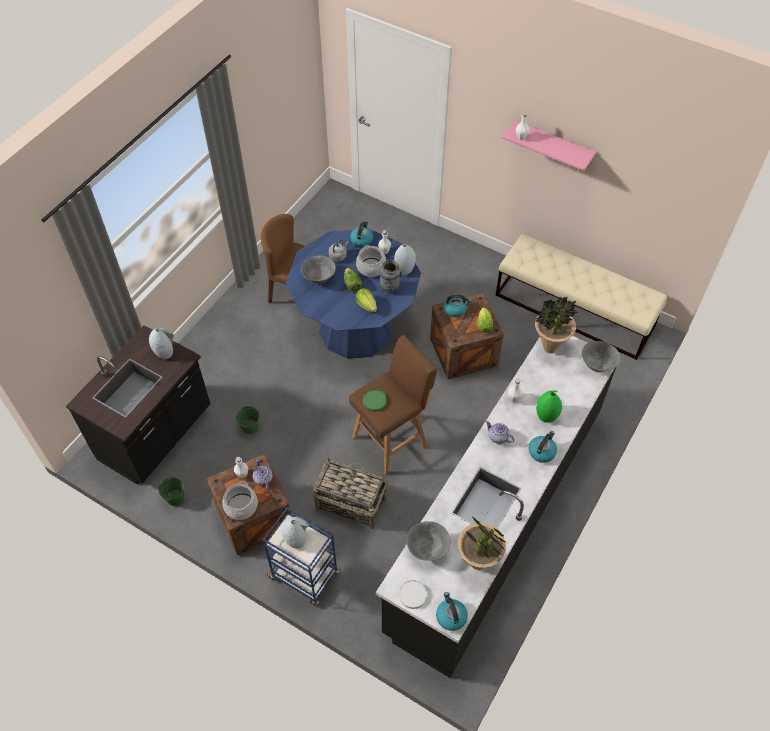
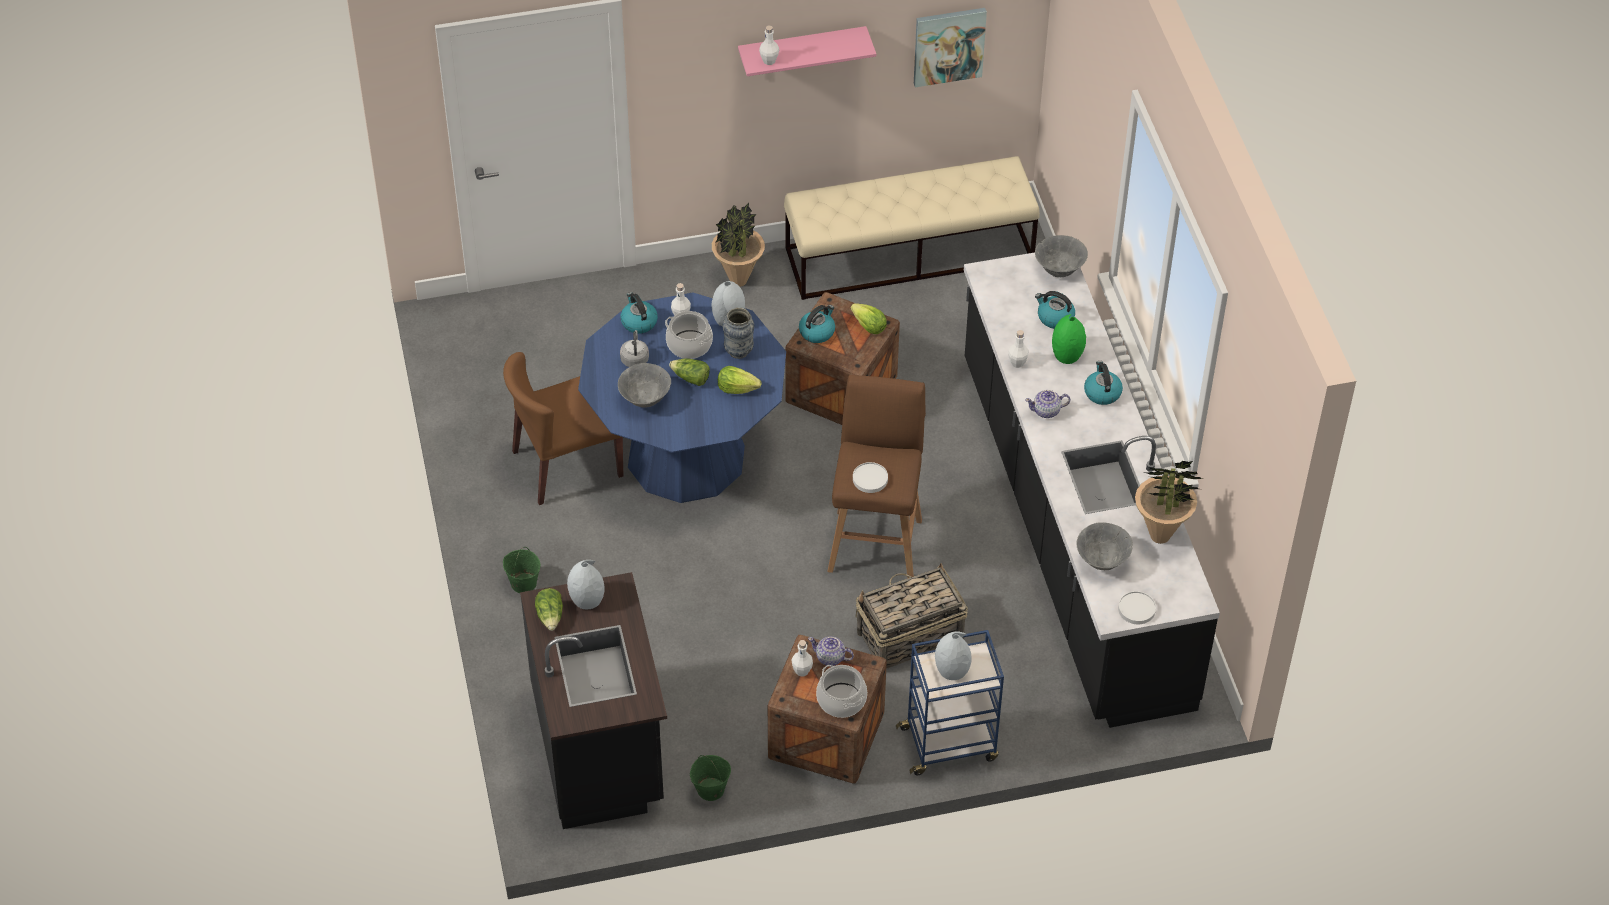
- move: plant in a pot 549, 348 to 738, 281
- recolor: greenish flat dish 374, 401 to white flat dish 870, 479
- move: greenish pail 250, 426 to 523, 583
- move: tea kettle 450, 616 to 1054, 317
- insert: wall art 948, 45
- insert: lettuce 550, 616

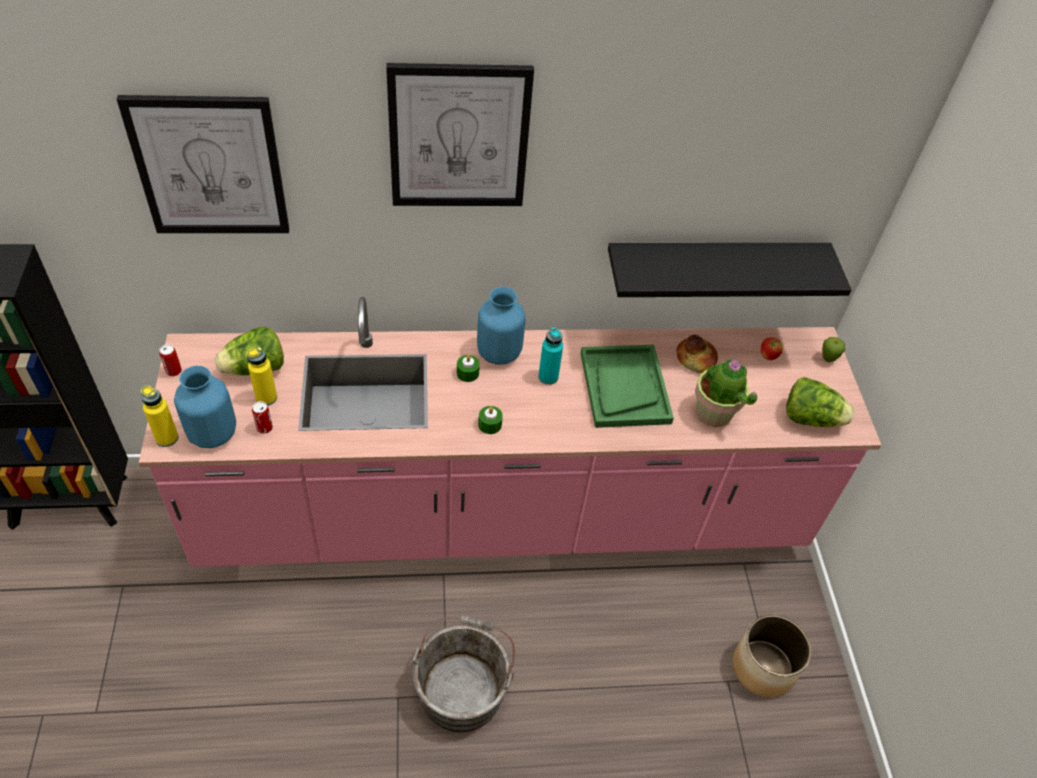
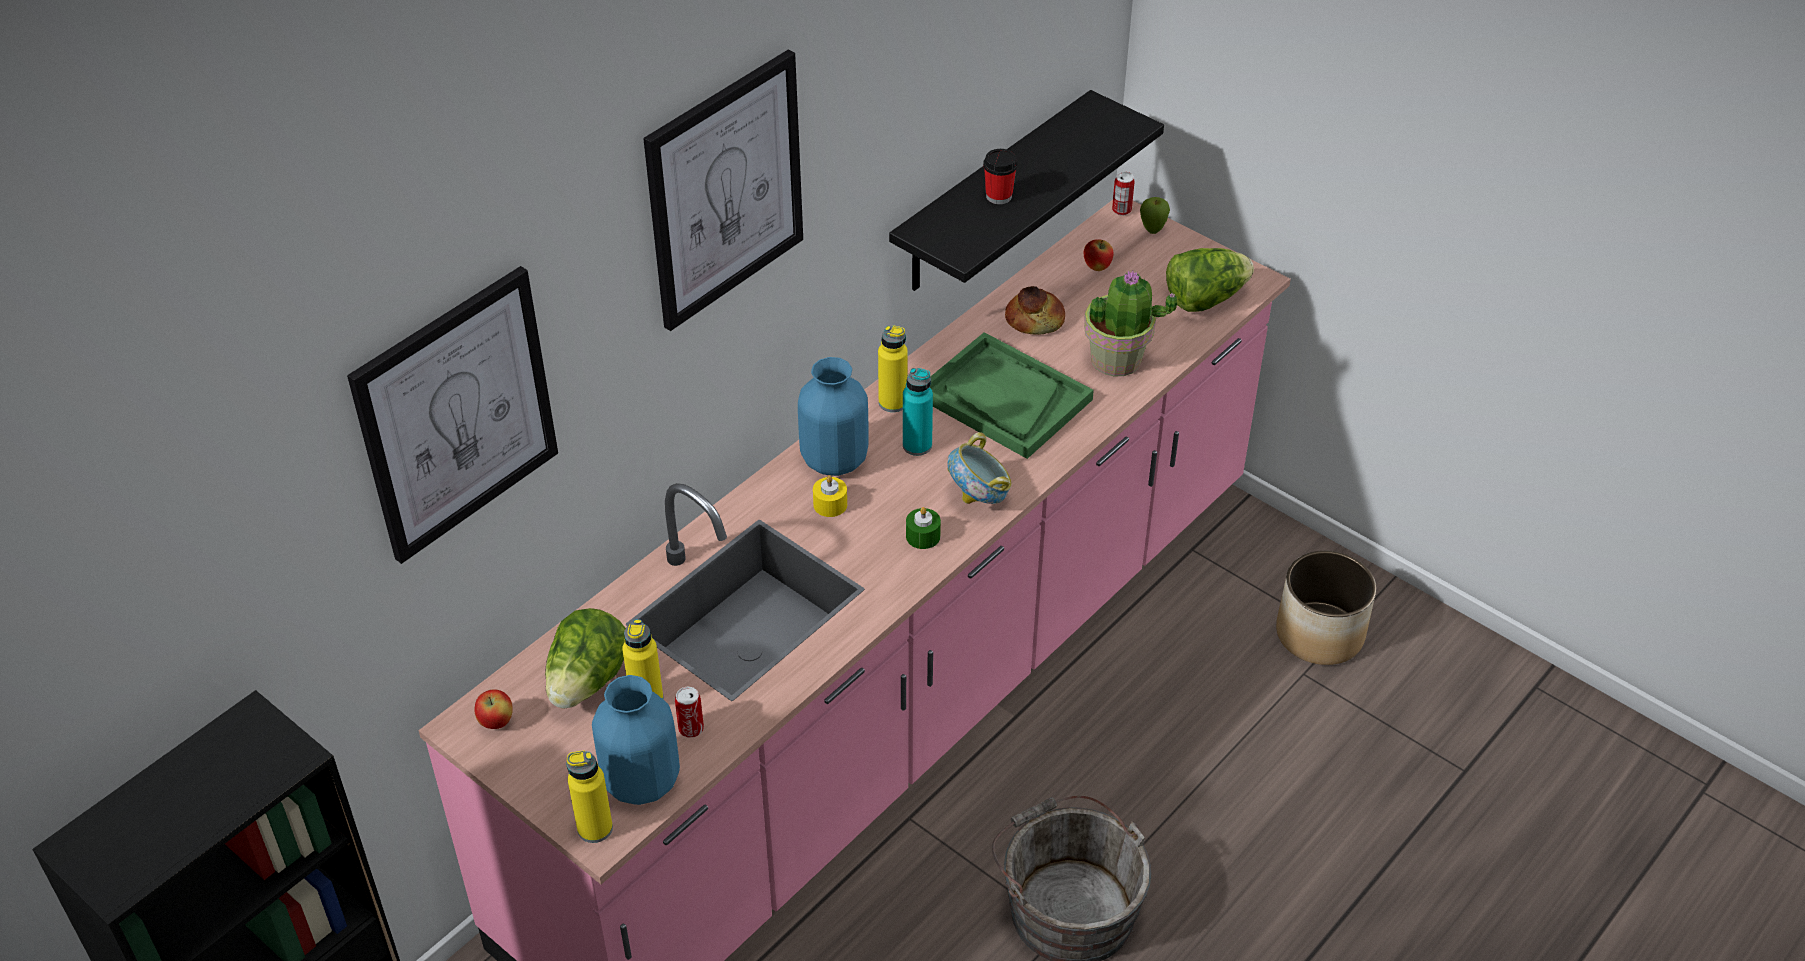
- move: sealed can 174, 371 to 1121, 210
- recolor: greenish candle 467, 373 to yellow candle 830, 504
- insert: drinking cup 999, 196
- insert: yellow bottle 893, 402
- insert: bowl 979, 497
- insert: apple fruit 496, 722

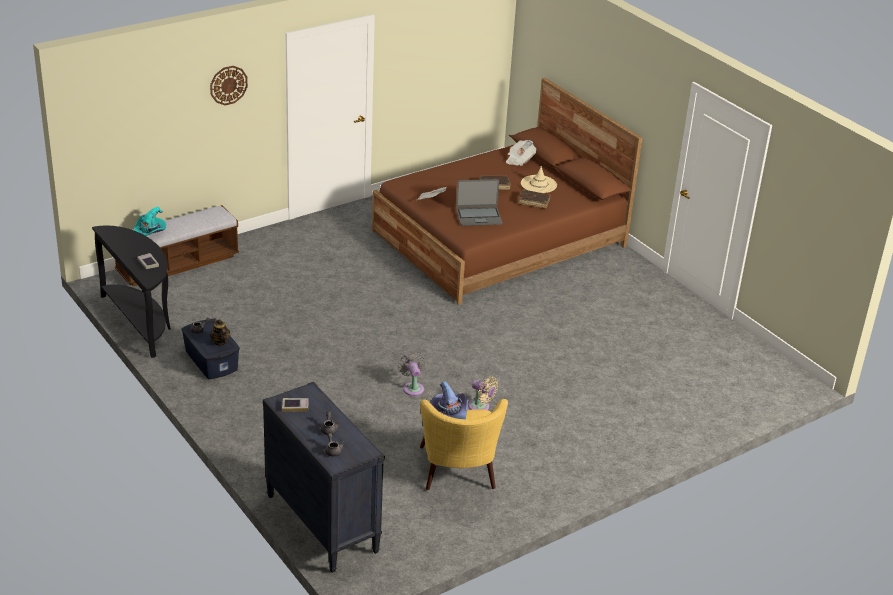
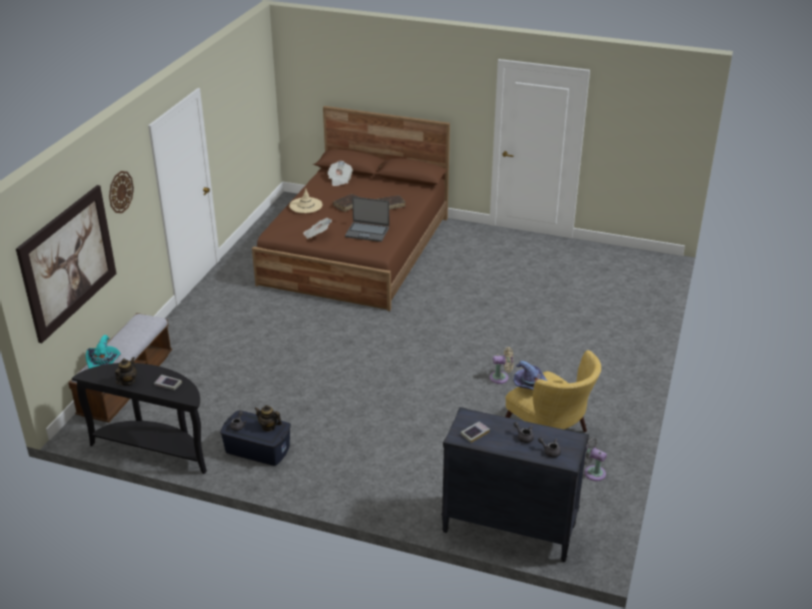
- move: beige-coloured clothing hat 538, 184 to 305, 205
- rotate: notebook computer 478, 217 = 367, 232 60 degrees clockwise
- move: gray electric fan 412, 387 to 592, 472
- insert: wall art 68, 262
- insert: teapot 127, 382

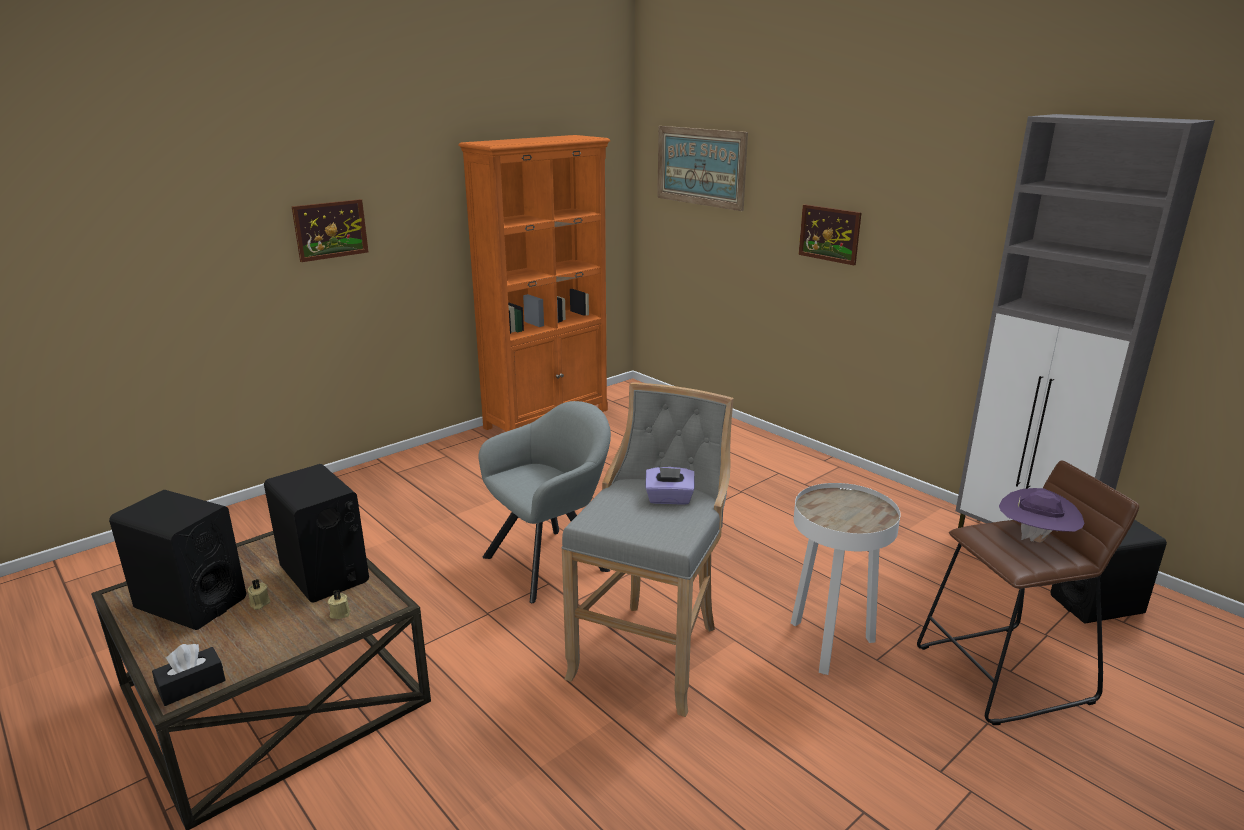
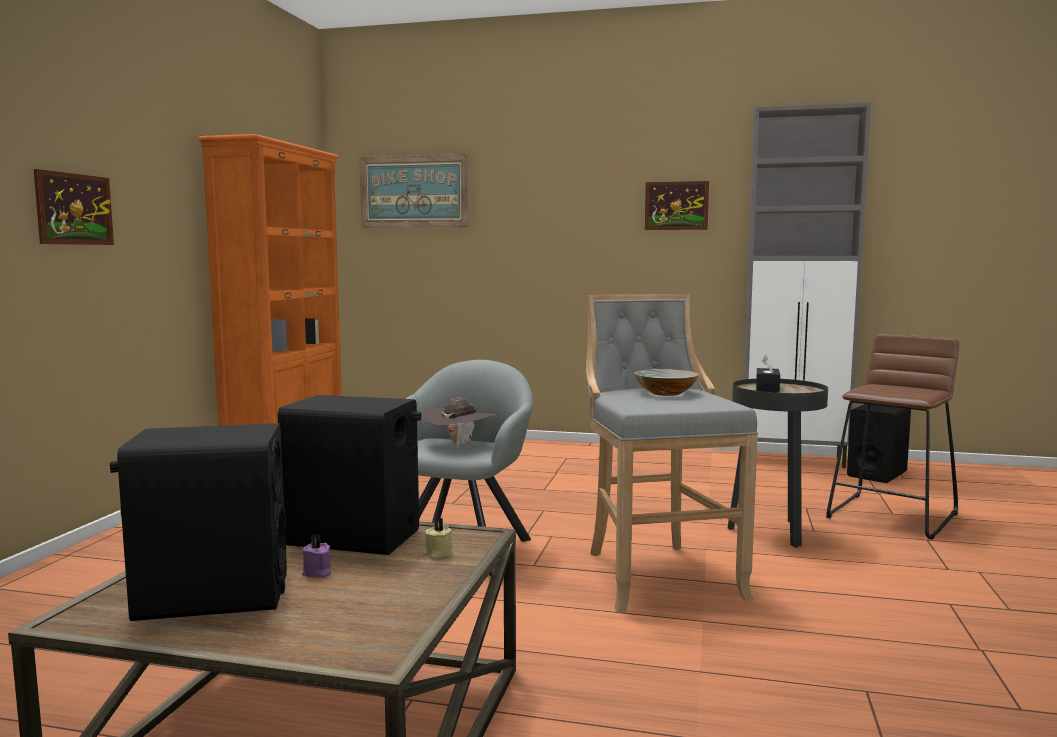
- move: wall art 829, 234 to 676, 205
- replace: purplish box of tissues 669, 499 to bowl 666, 393
- recolor: white accent table 829, 646 to black accent table 773, 533
- delete: purplish clothing hat 1035, 539
- recolor: beige-coloured candle 259, 603 to purplish candle 317, 573
- move: black box of tissues 191, 685 to 767, 388
- insert: brownish clothing hat 459, 444

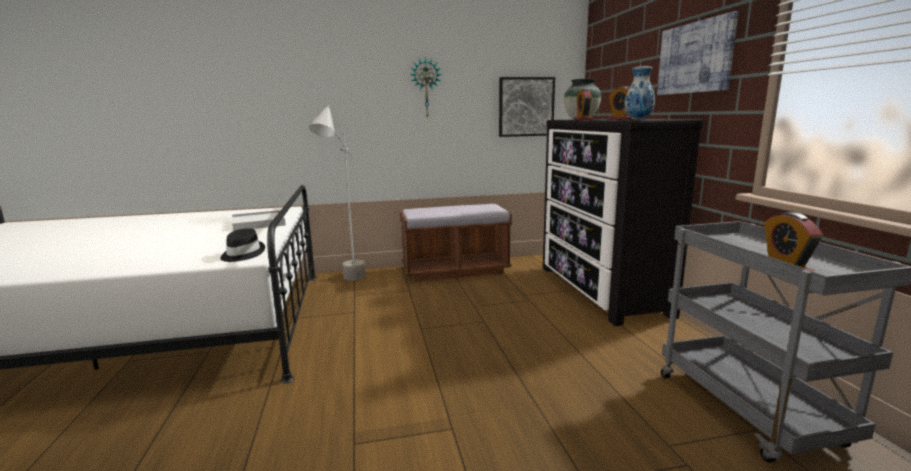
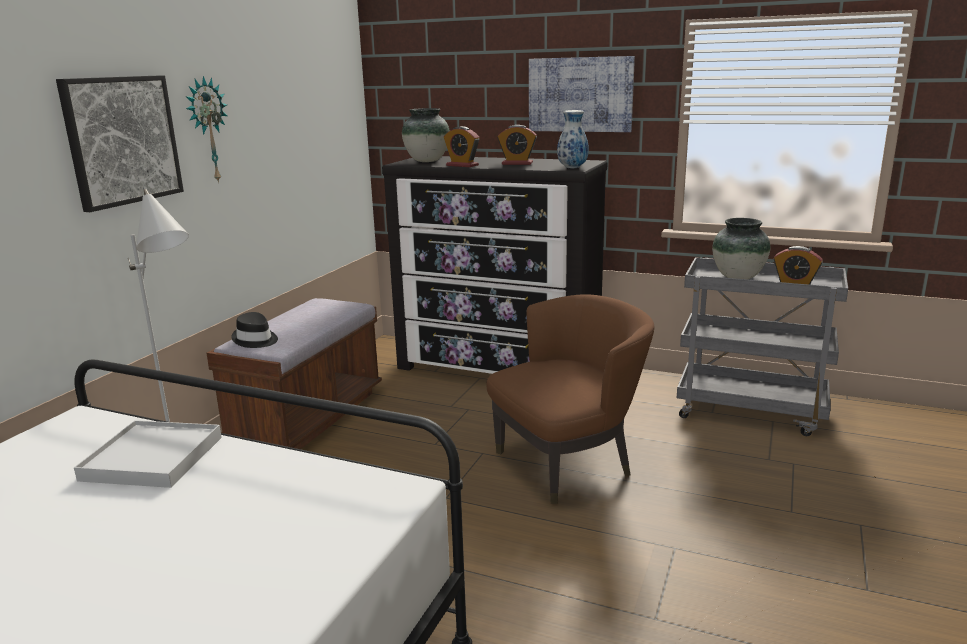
- move: wall art 526, 107 to 122, 140
- move: black clothing hat 242, 254 to 255, 340
- insert: decorative vase 738, 277
- insert: brownish armchair 568, 463

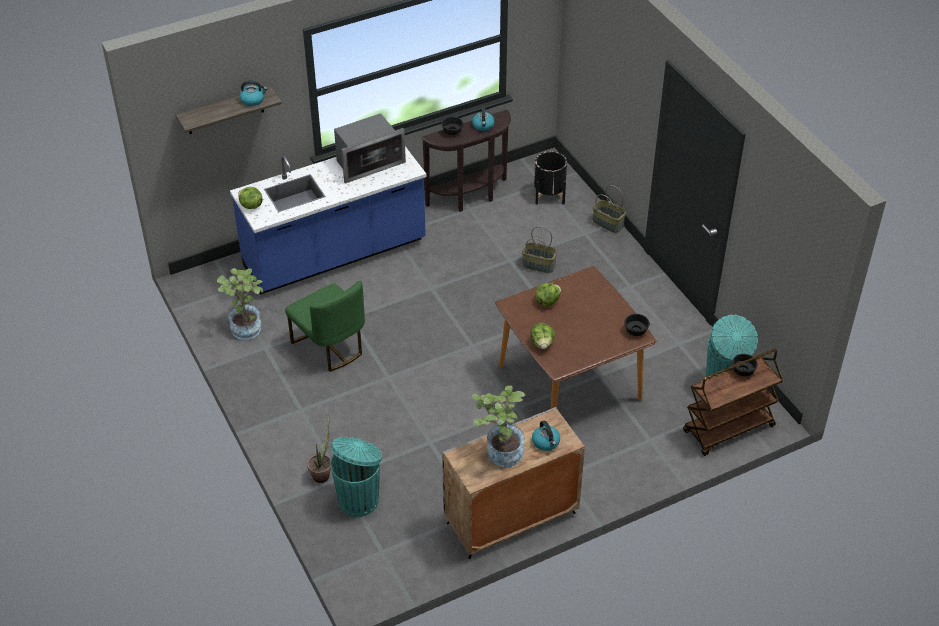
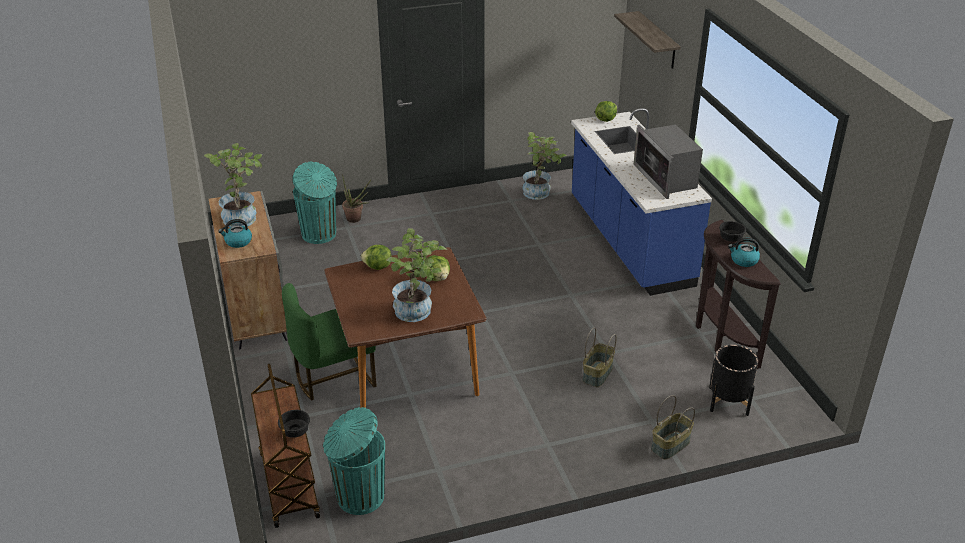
- delete: tea kettle 253, 100
- move: greenish chair 330, 347 to 333, 377
- delete: black bowl 635, 331
- insert: plant in a pot 418, 312

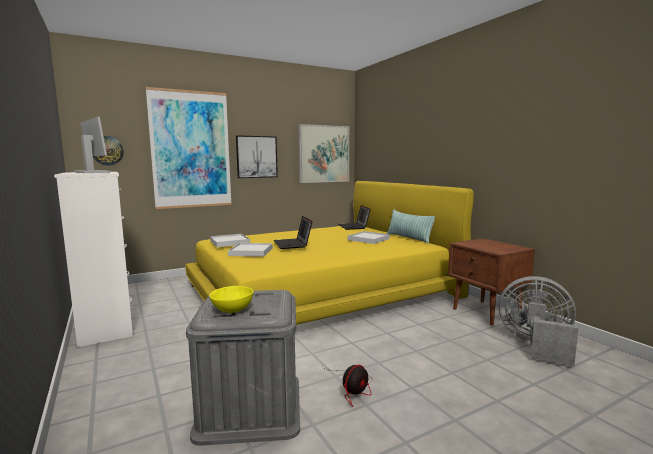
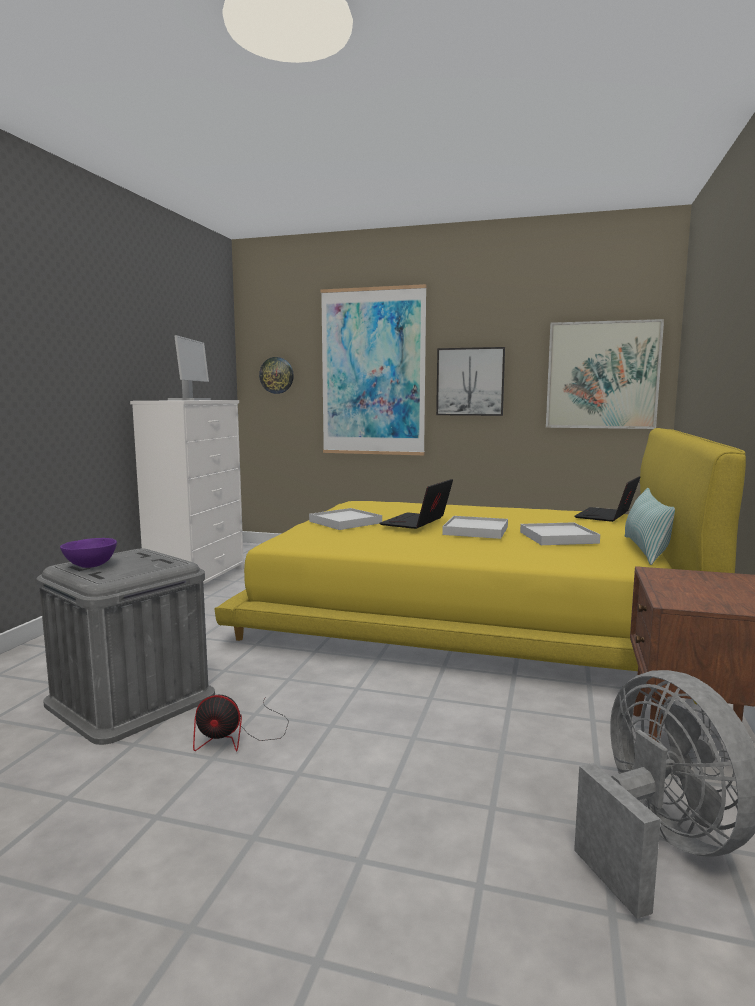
- move: white carrying tray 229, 242 to 475, 531
- recolor: yellow bowl 232, 311 to purplish bowl 89, 566

